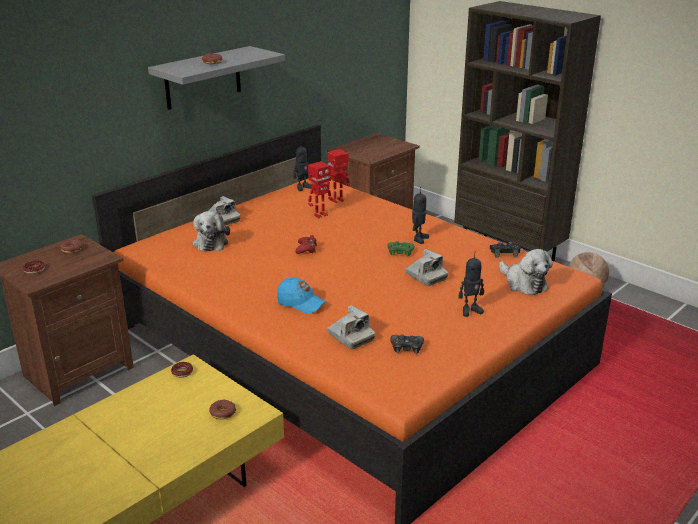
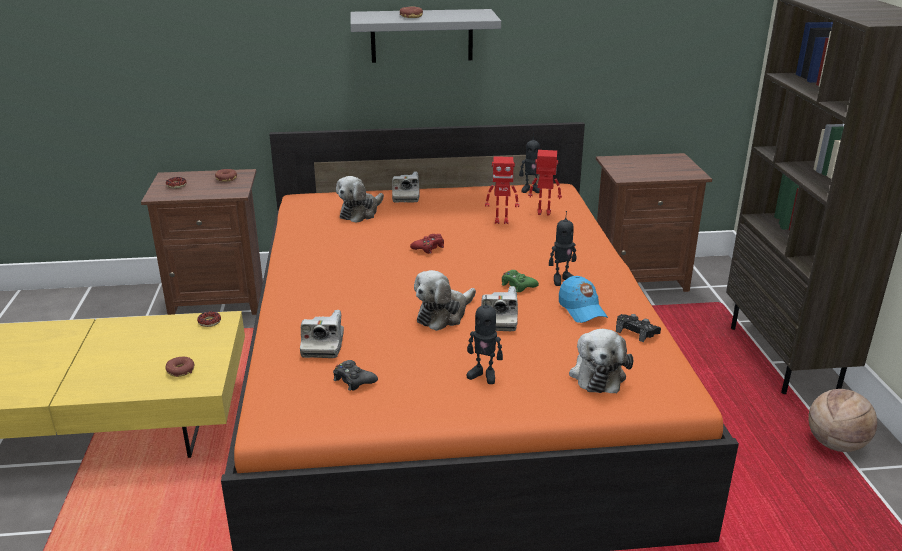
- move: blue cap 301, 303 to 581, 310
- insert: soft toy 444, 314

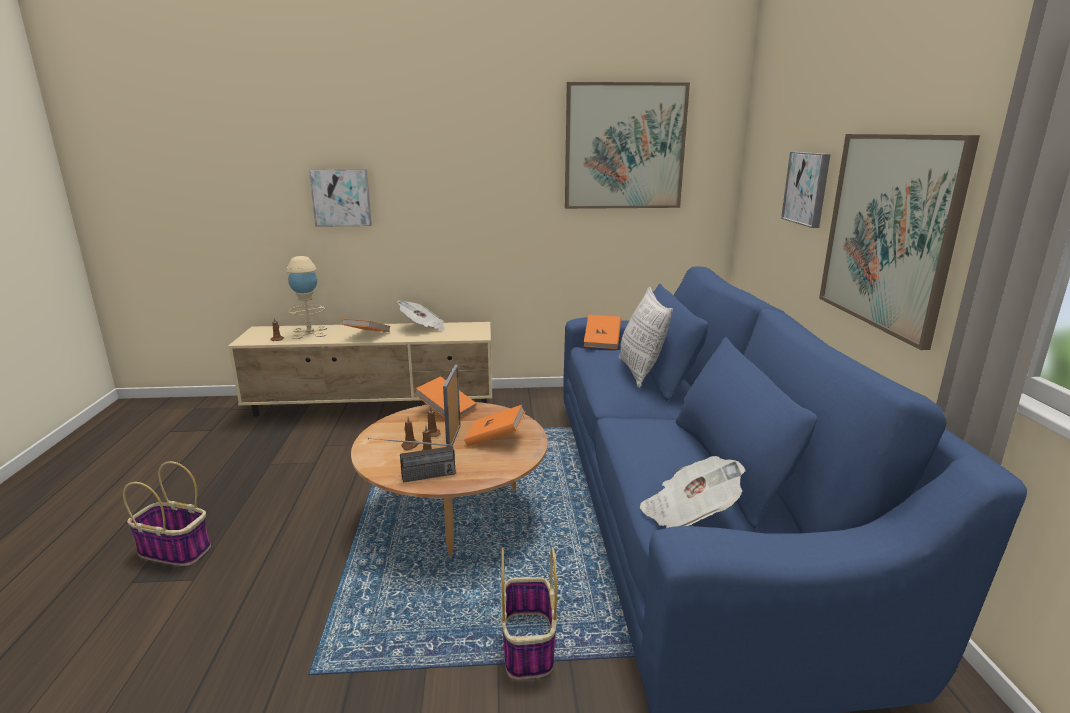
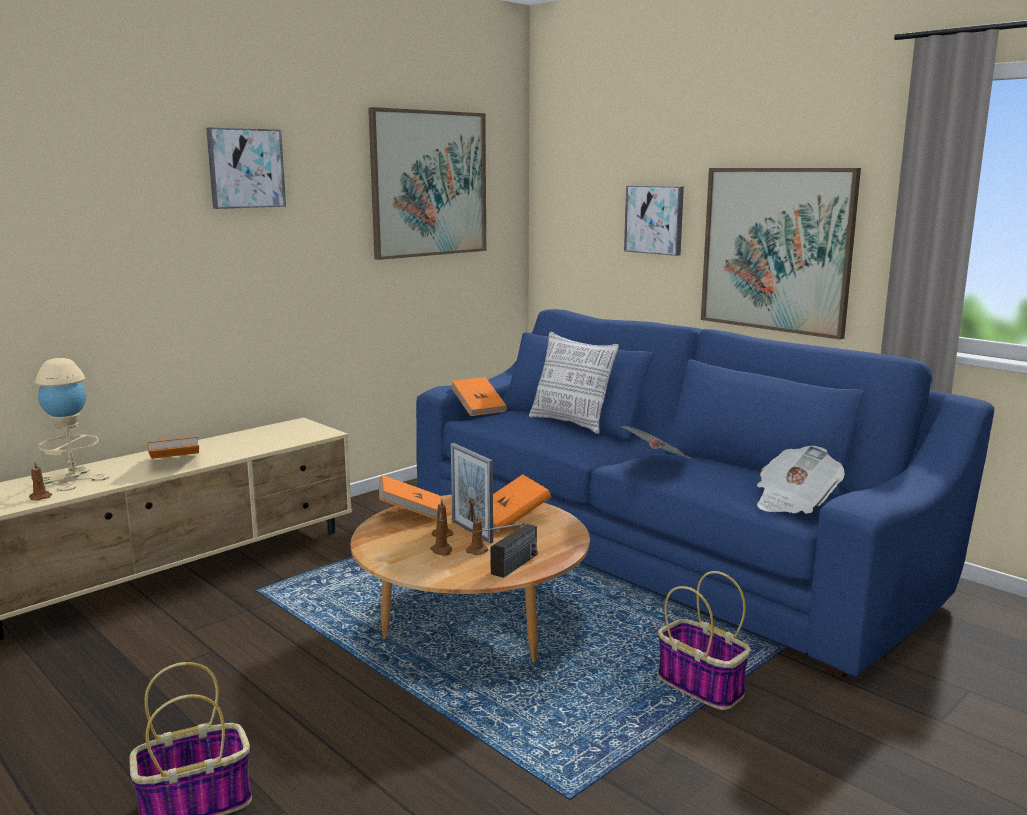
- move: wall art 341, 197 to 245, 168
- move: newspaper 423, 328 to 657, 462

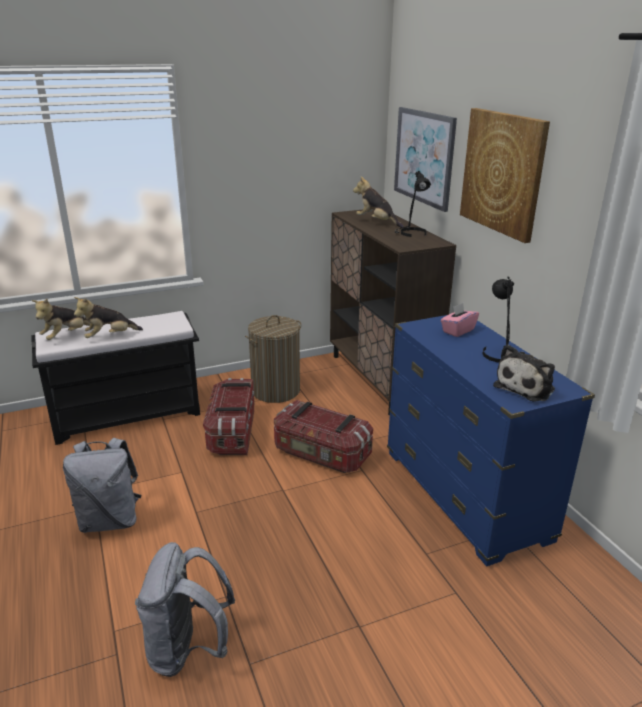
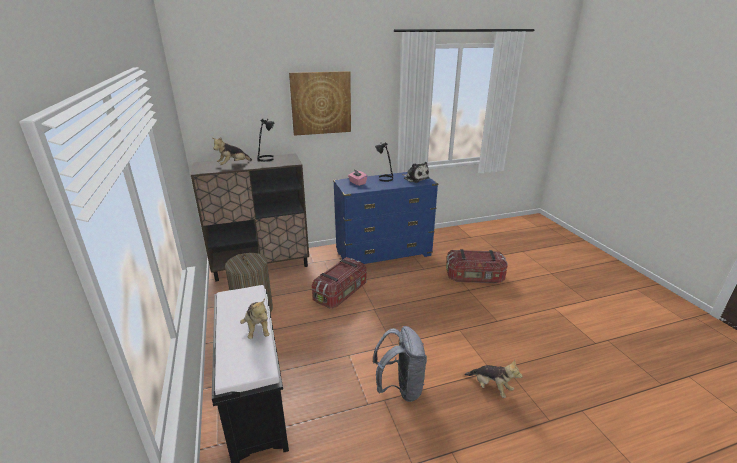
- delete: wall art 424, 157
- move: soft toy 65, 336 to 491, 387
- move: storage bin 232, 432 to 474, 277
- delete: gray knapsack 187, 649

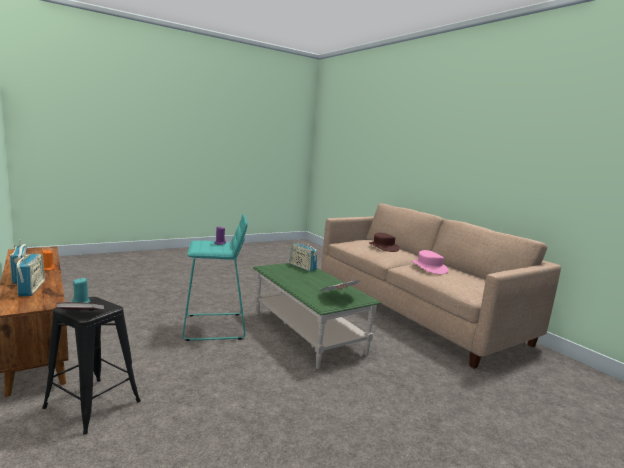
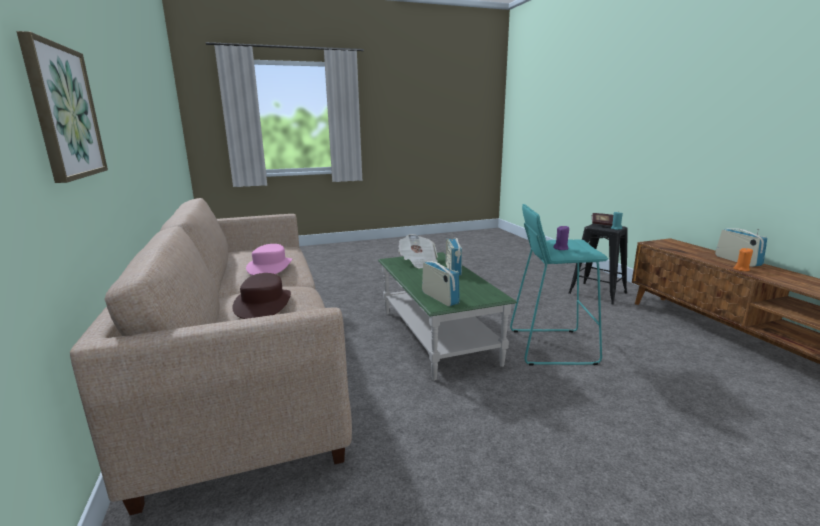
- move: radio 32, 288 to 453, 269
- insert: wall art 64, 112

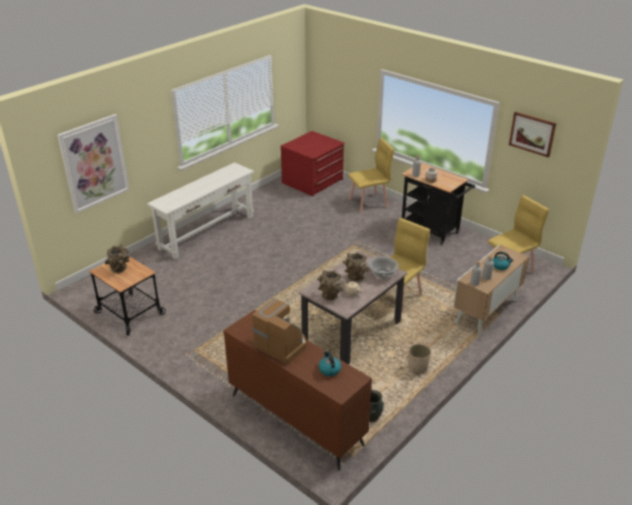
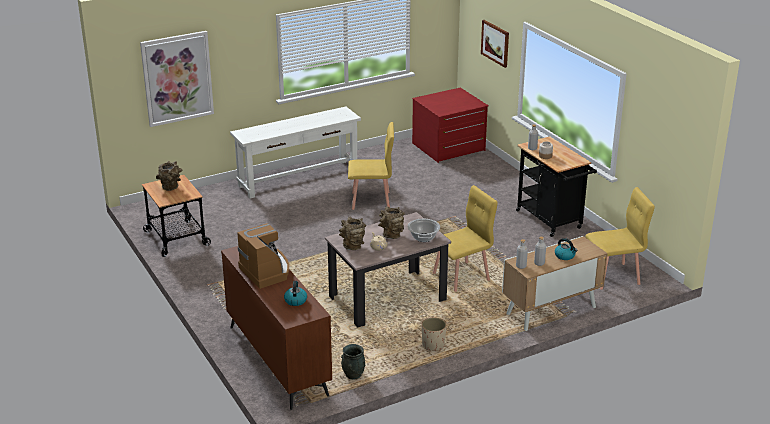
- move: wall art 532, 134 to 495, 43
- move: yellow chair 368, 202 to 371, 201

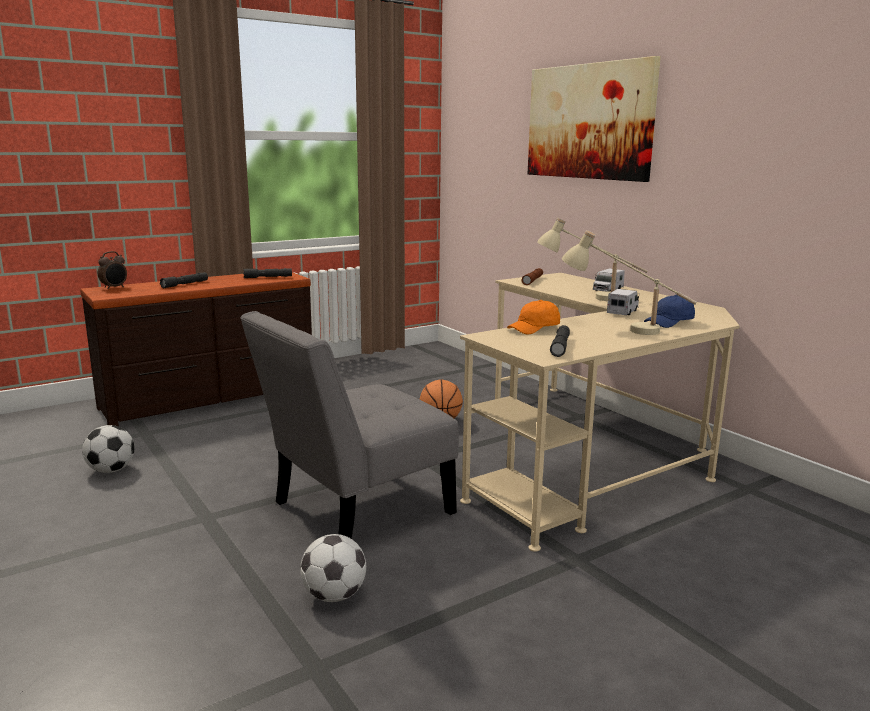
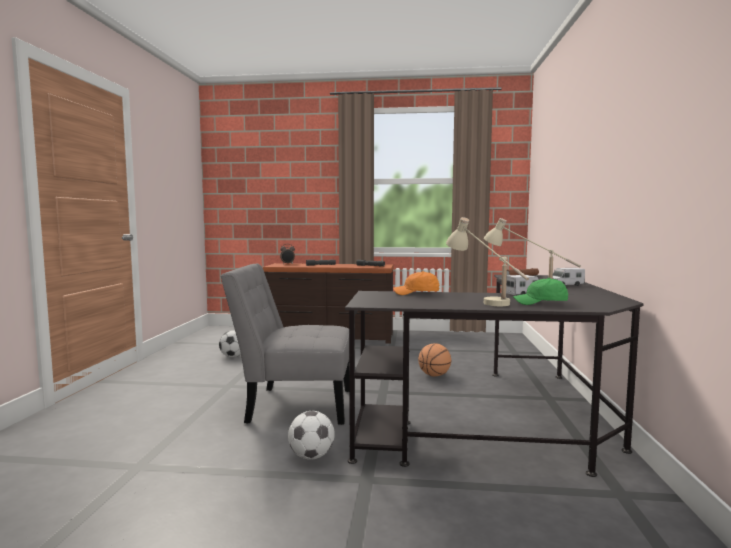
- delete: wall art 589, 122
- recolor: beige-coloured desk table 590, 454 to black desk table 509, 422
- recolor: blue cap 669, 322 to greenish cap 541, 303
- delete: gray hand torch 560, 346
- move: ball for football 334, 595 to 311, 456

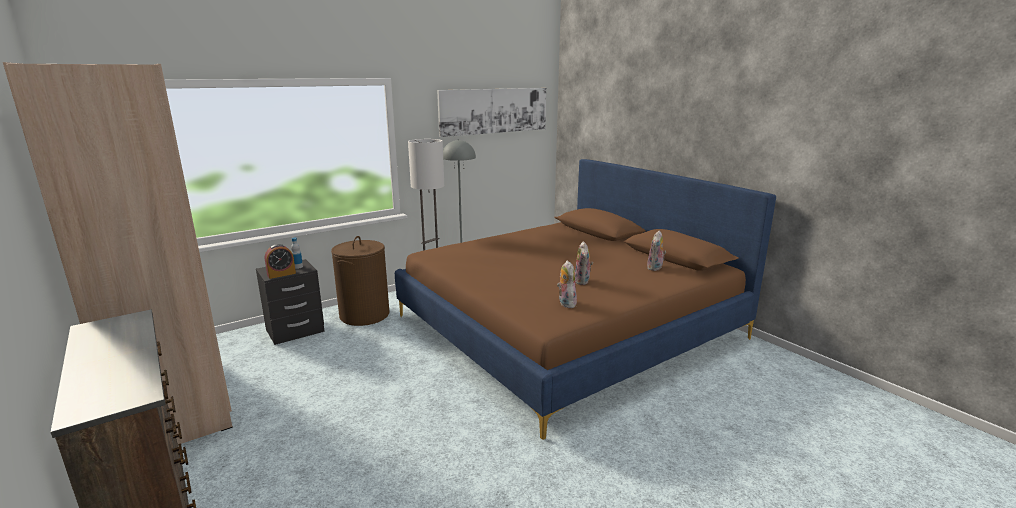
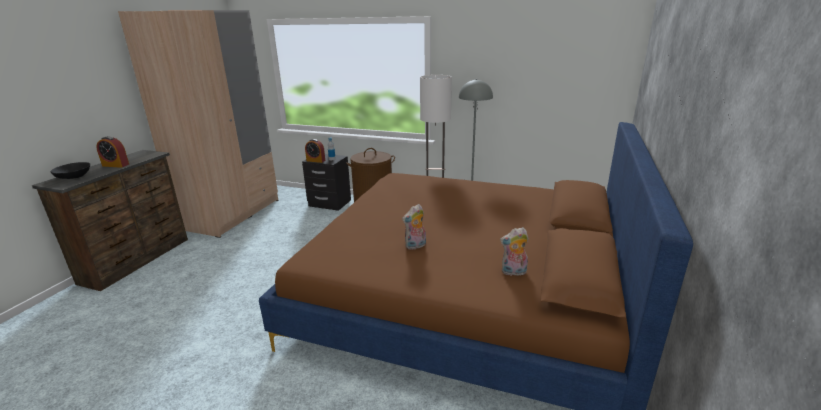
- delete: wall art 494, 111
- delete: soft toy 565, 303
- insert: bedside clock 115, 165
- insert: black bowl 74, 176

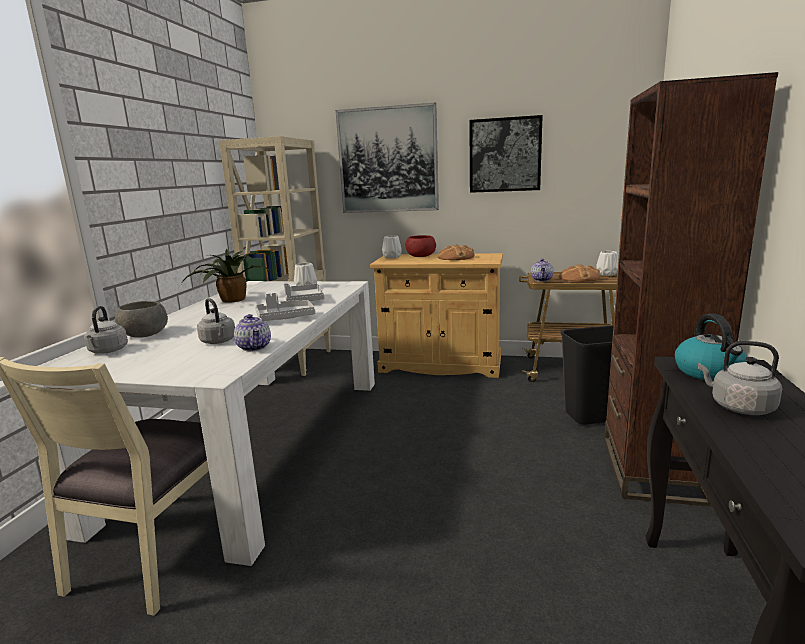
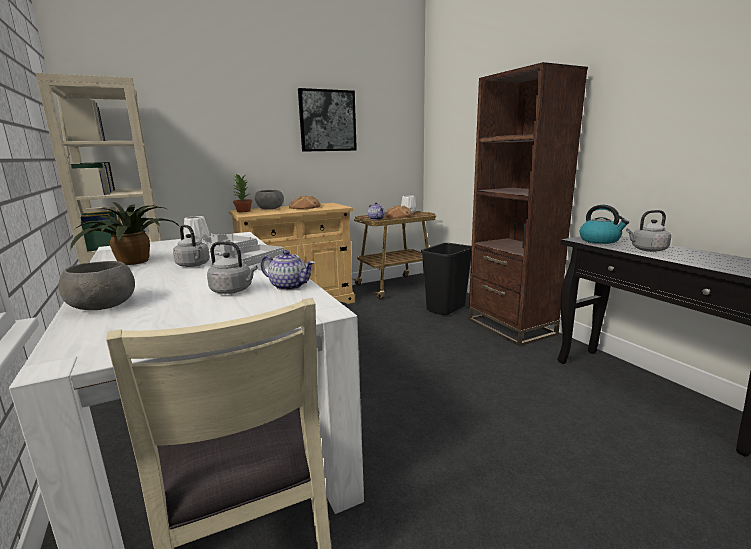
- delete: wall art 388, 160
- replace: white decorative vase 391, 257 to plant in a pot 243, 211
- recolor: reddish bowl 420, 256 to gray bowl 270, 209
- move: gray tea kettle 107, 351 to 194, 265

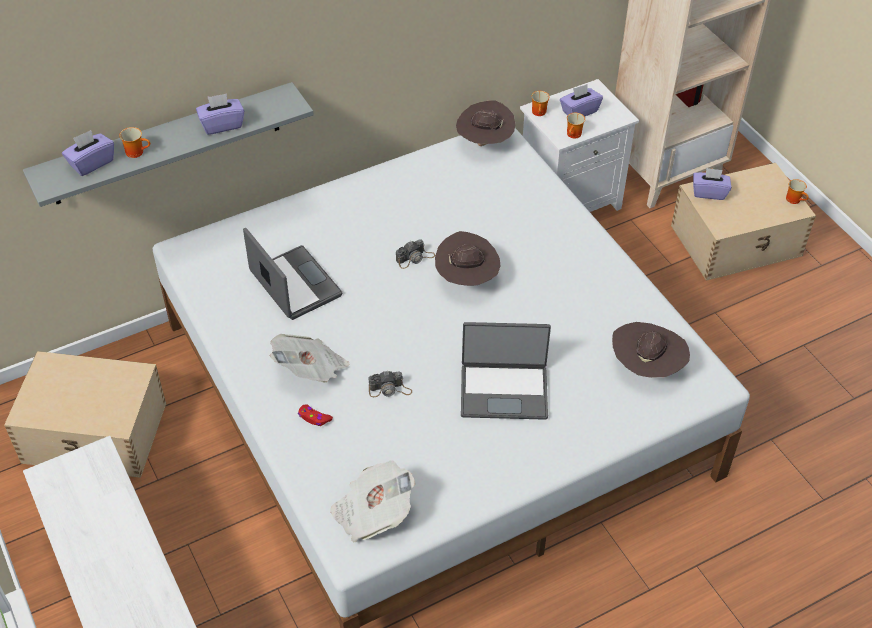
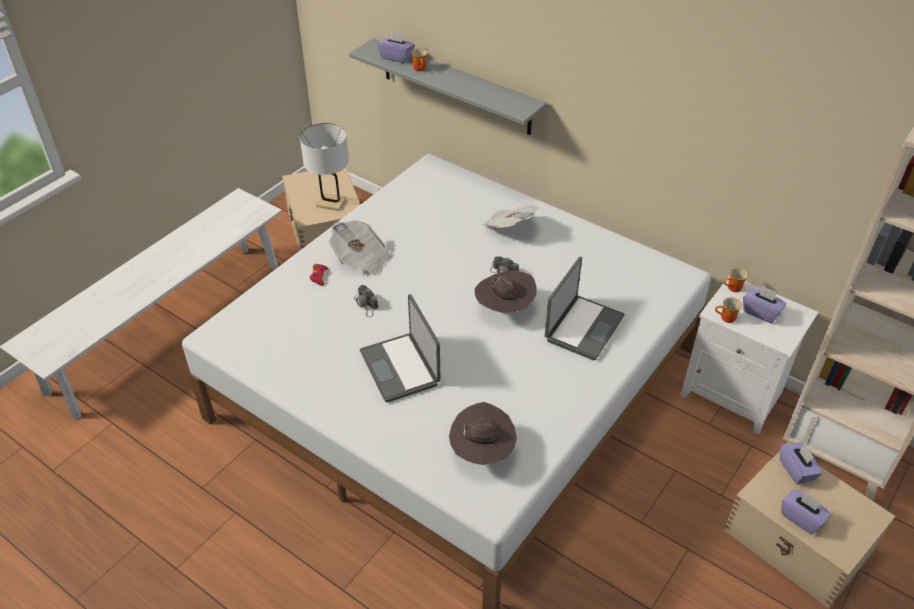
- move: purplish box of tissues 222, 124 to 801, 518
- delete: brownish clothing hat 484, 143
- delete: coffee mug 795, 199
- move: notebook computer 294, 285 to 583, 327
- move: newspaper 372, 512 to 509, 227
- insert: white lamp for a table 331, 203

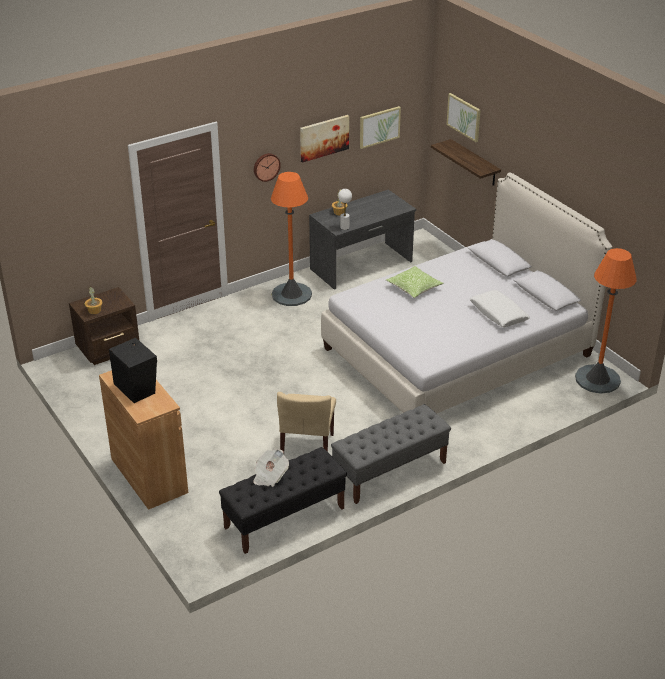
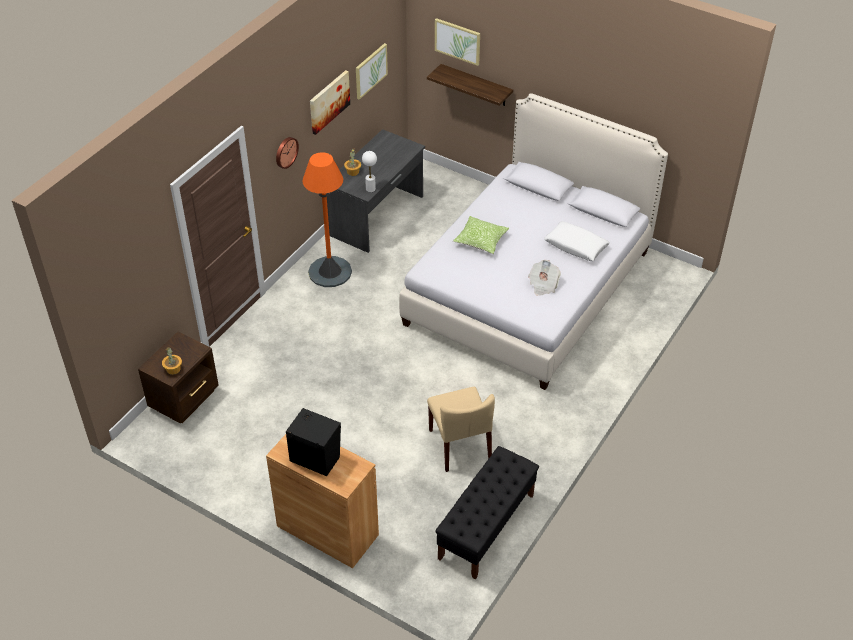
- delete: orange floor lamp 597, 379
- delete: gray long seat 389, 471
- move: newspaper 269, 476 to 543, 285

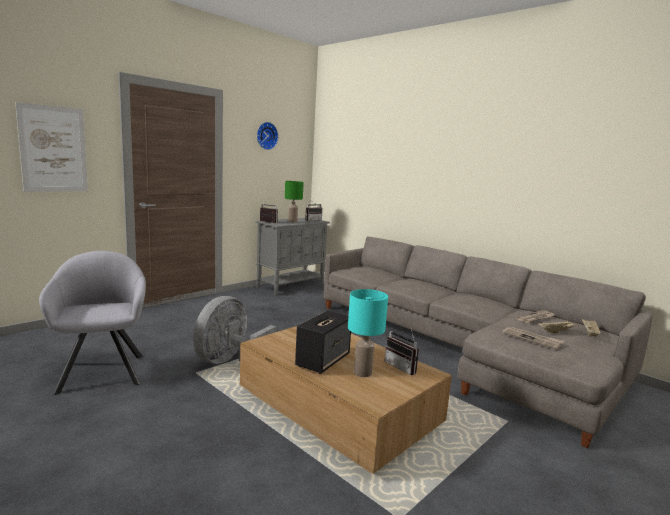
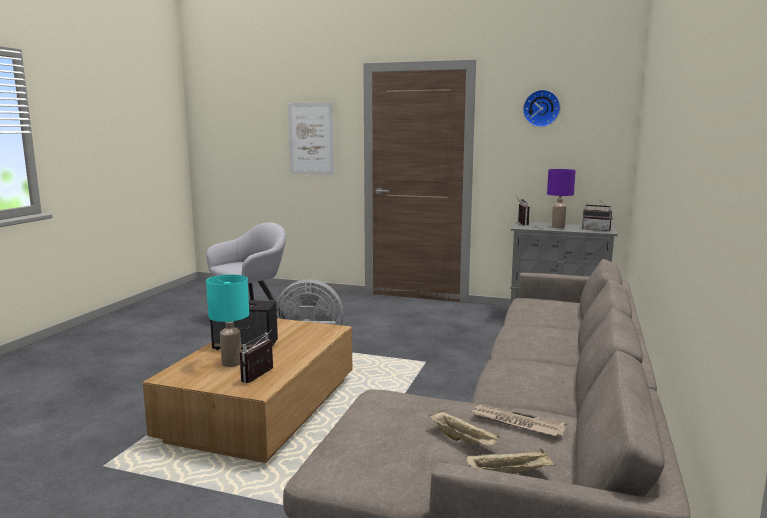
- recolor: greenish lamp for a table 293, 222 to purplish lamp for a table 558, 227
- delete: newspaper 532, 339

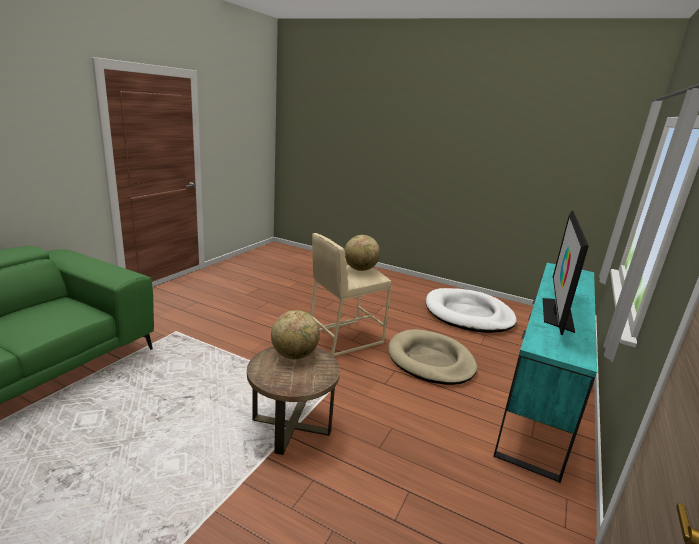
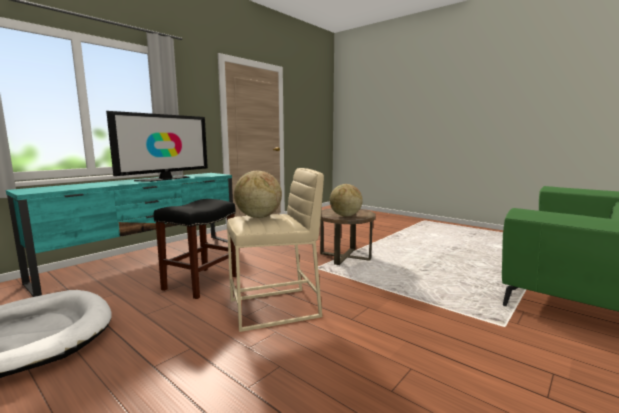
- replace: beige-coloured dog cushion 430, 360 to black stool seat 201, 282

